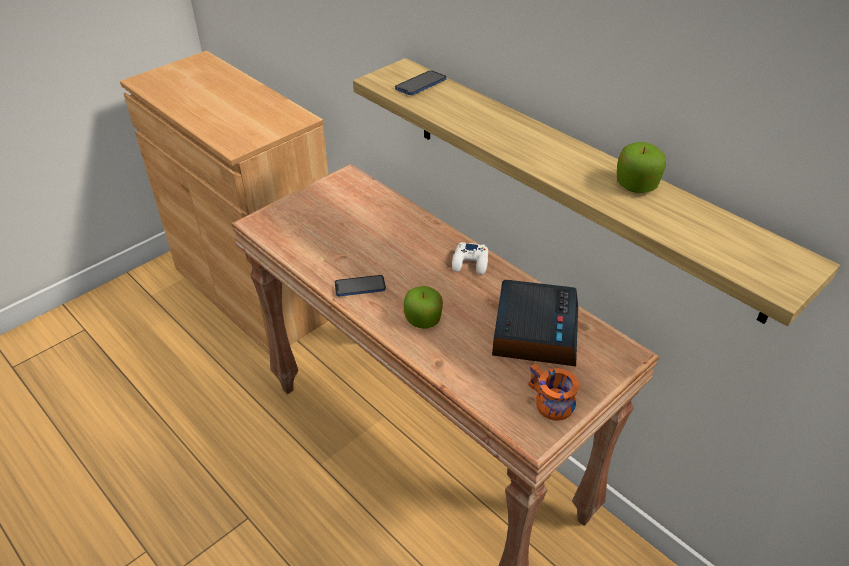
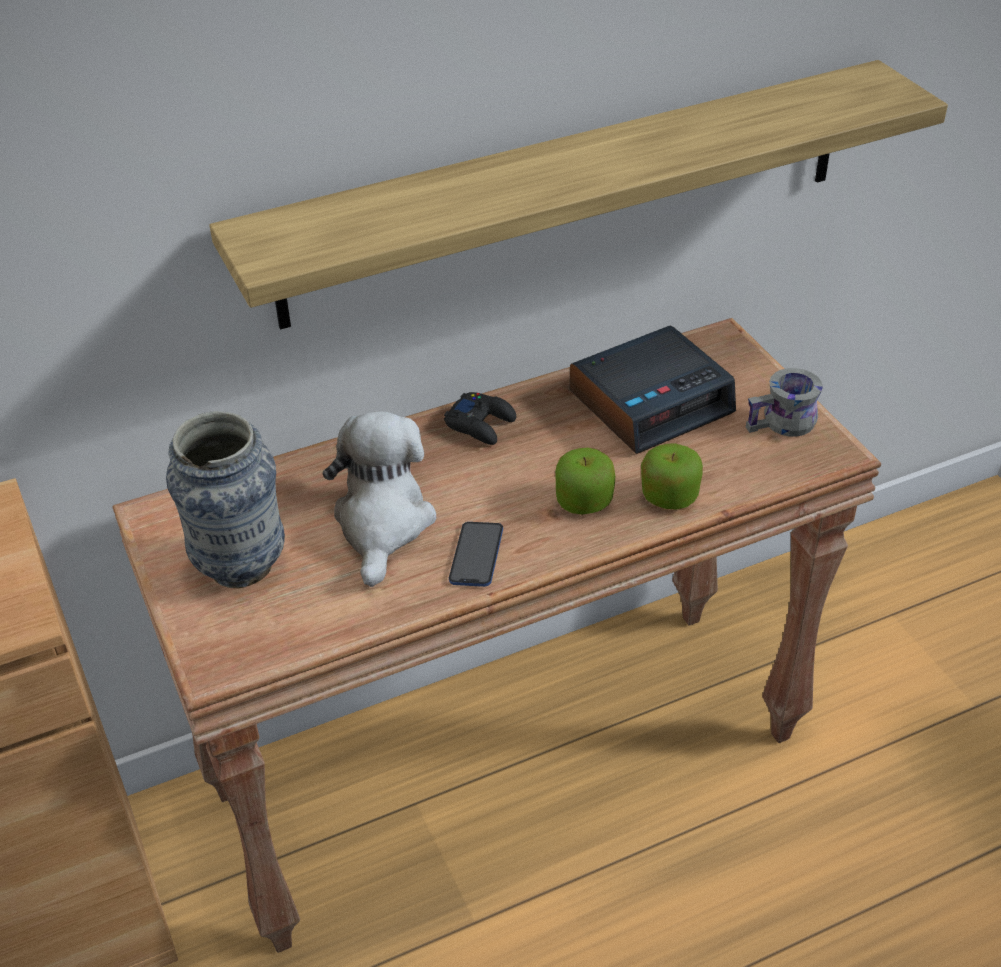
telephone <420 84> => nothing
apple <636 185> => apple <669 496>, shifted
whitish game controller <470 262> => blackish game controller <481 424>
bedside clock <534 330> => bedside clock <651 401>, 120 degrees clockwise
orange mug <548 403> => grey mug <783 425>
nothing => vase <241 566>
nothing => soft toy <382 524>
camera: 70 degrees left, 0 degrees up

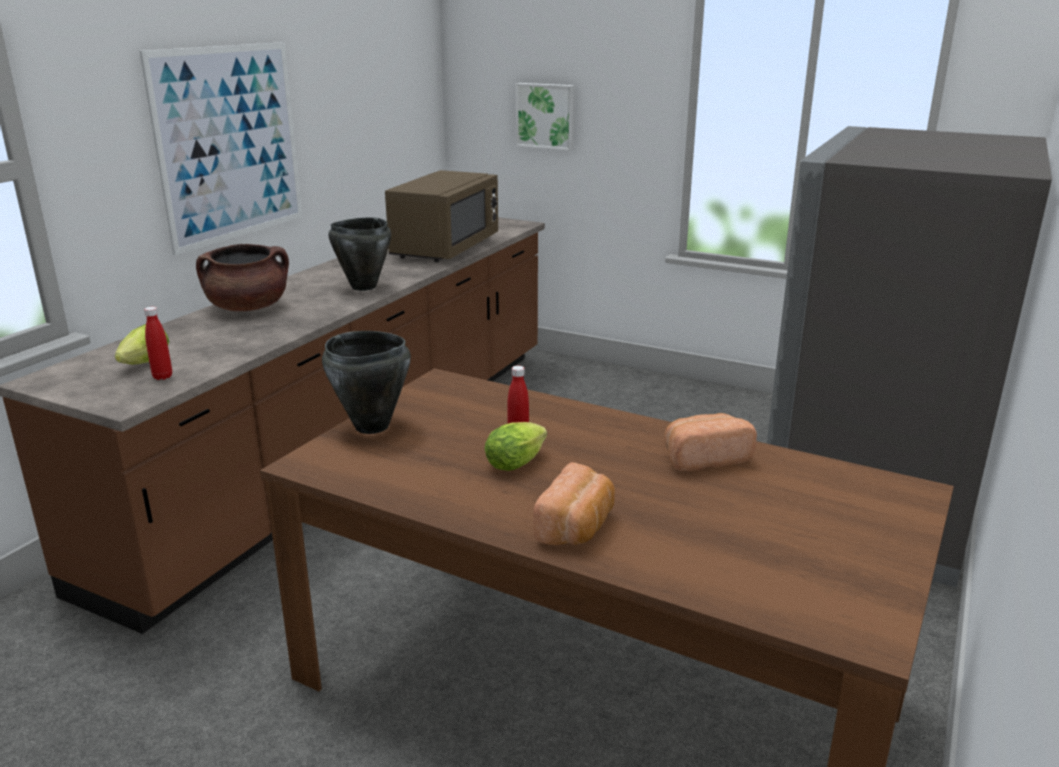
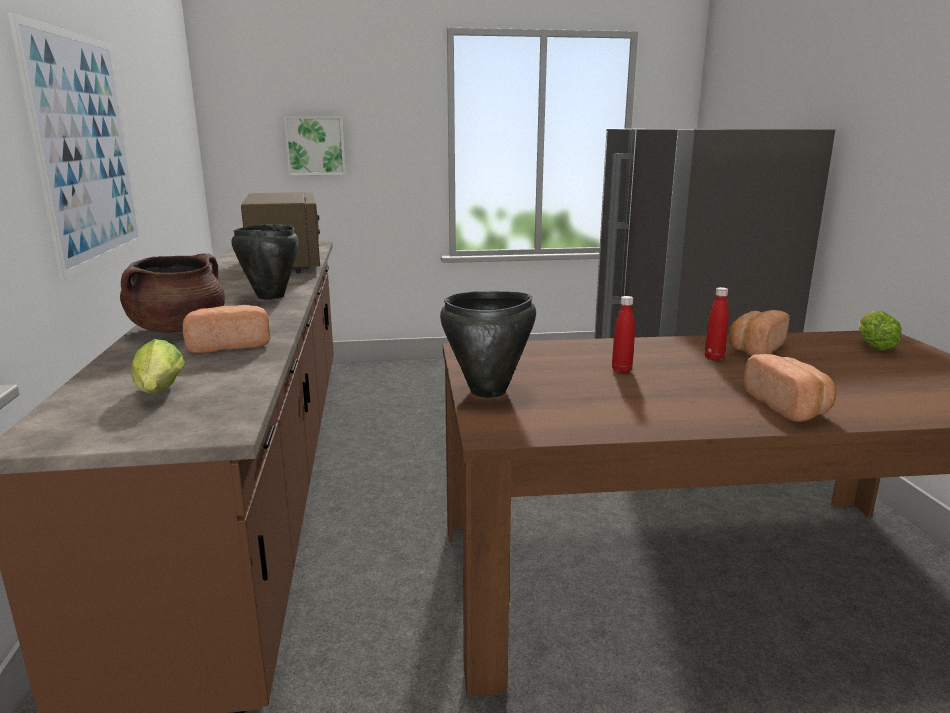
reddish beverage bottle <162 377> => reddish beverage bottle <714 358>, shifted
lettuce <518 462> => lettuce <872 345>, shifted
nothing => bakery bread <228 345>
camera: 35 degrees left, 5 degrees down

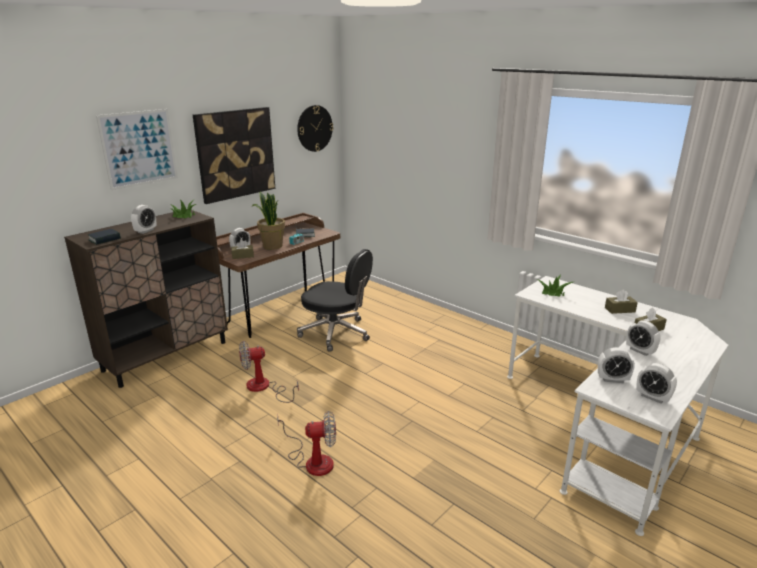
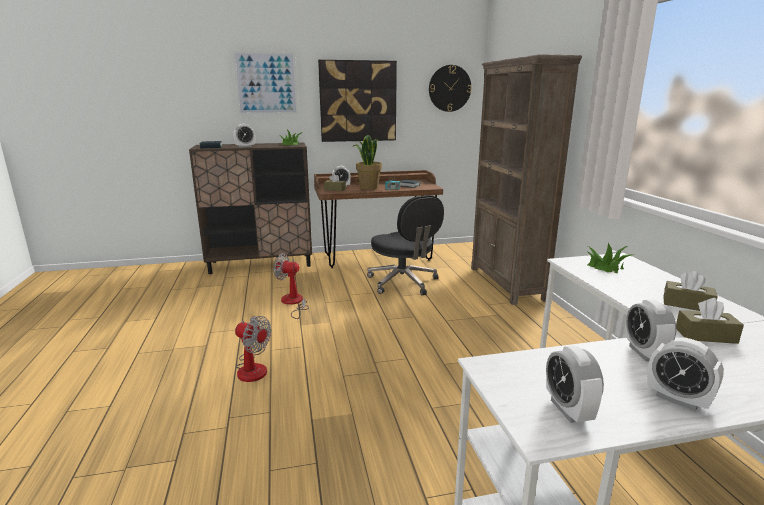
bedside clock <612 379> => bedside clock <677 399>, shifted
nothing => brownish bookcase <506 283>
camera: 35 degrees right, 5 degrees down

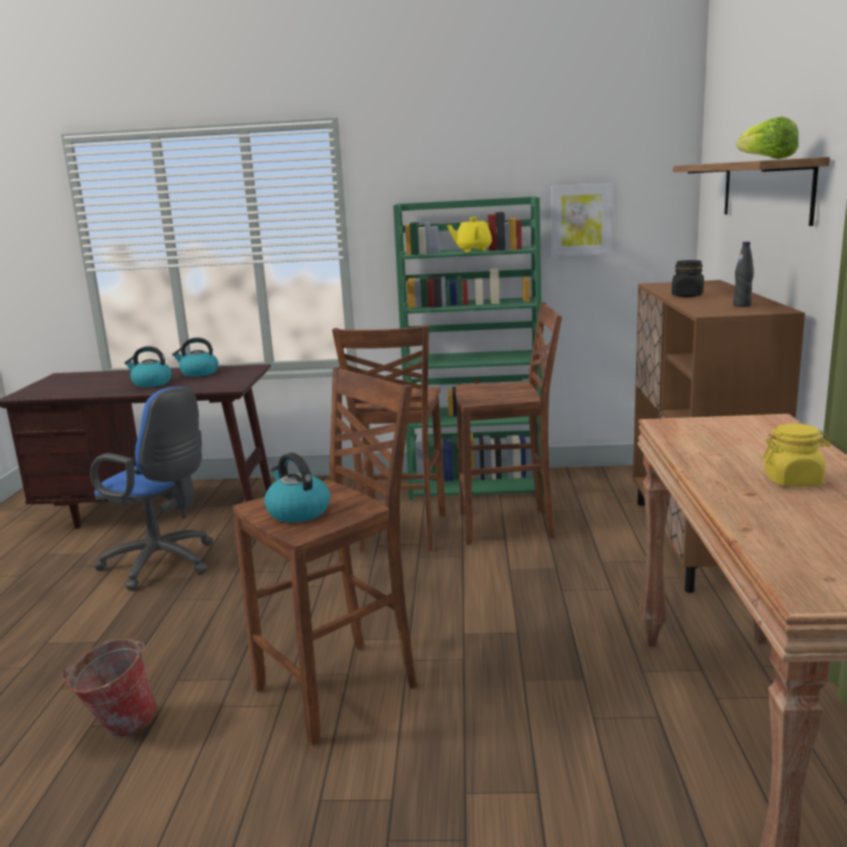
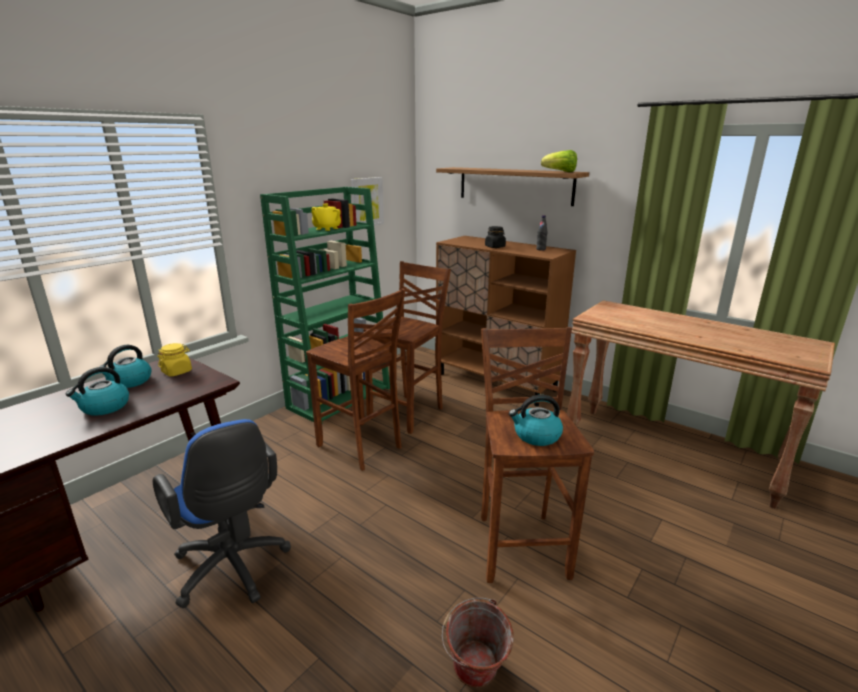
blue office chair <164 564> => blue office chair <233 570>, 75 degrees clockwise
yellowish preserve jar <793 480> => yellowish preserve jar <177 372>, shifted
camera: 55 degrees left, 5 degrees up

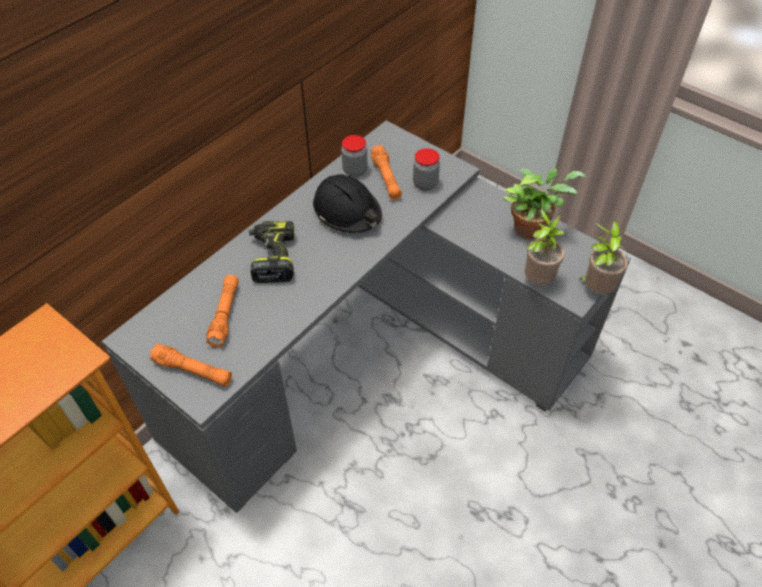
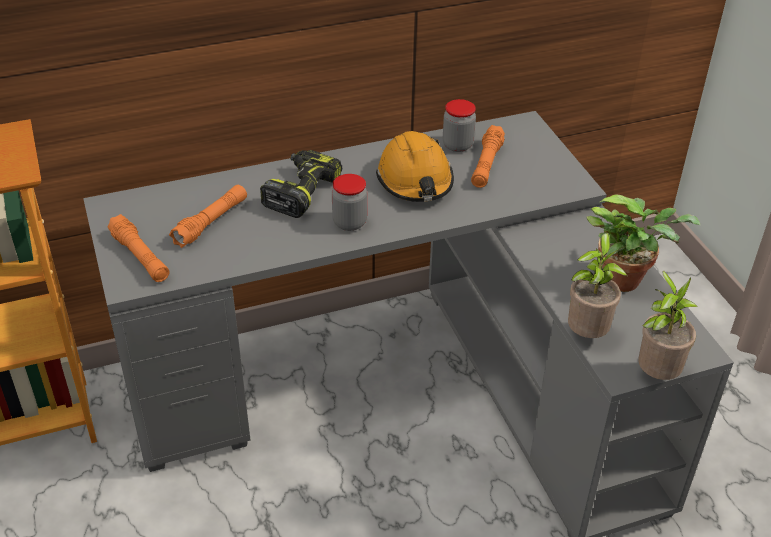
preserve jar <425 184> => preserve jar <349 222>, shifted
blackish work helmet <347 212> => orange work helmet <415 180>
camera: 30 degrees right, 10 degrees down

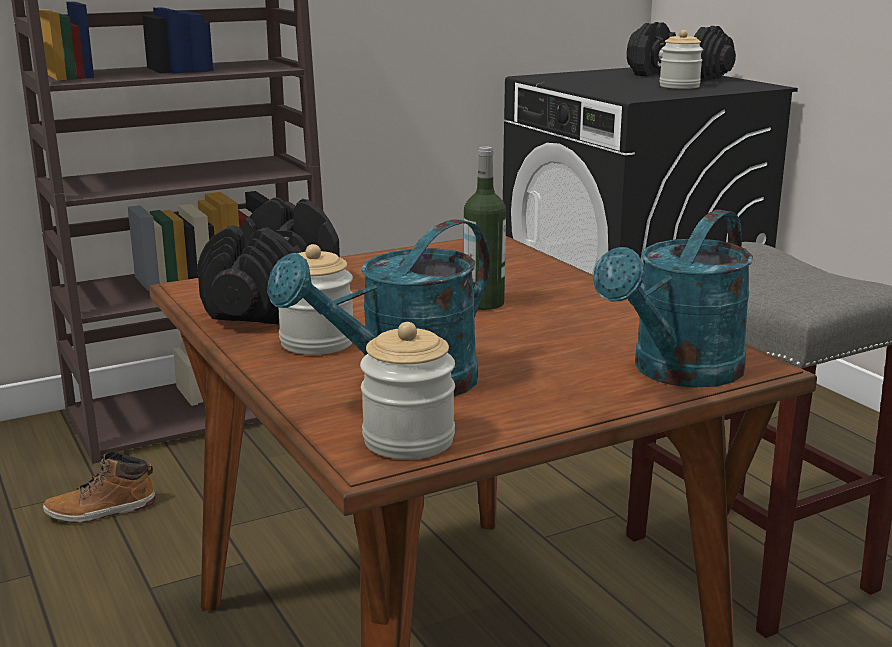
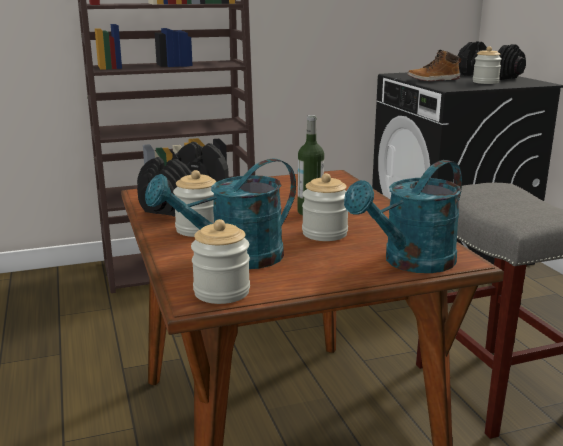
boot <101 510> => boot <433 80>, shifted
nothing => preserve jar <324 233>
camera: 10 degrees right, 0 degrees up

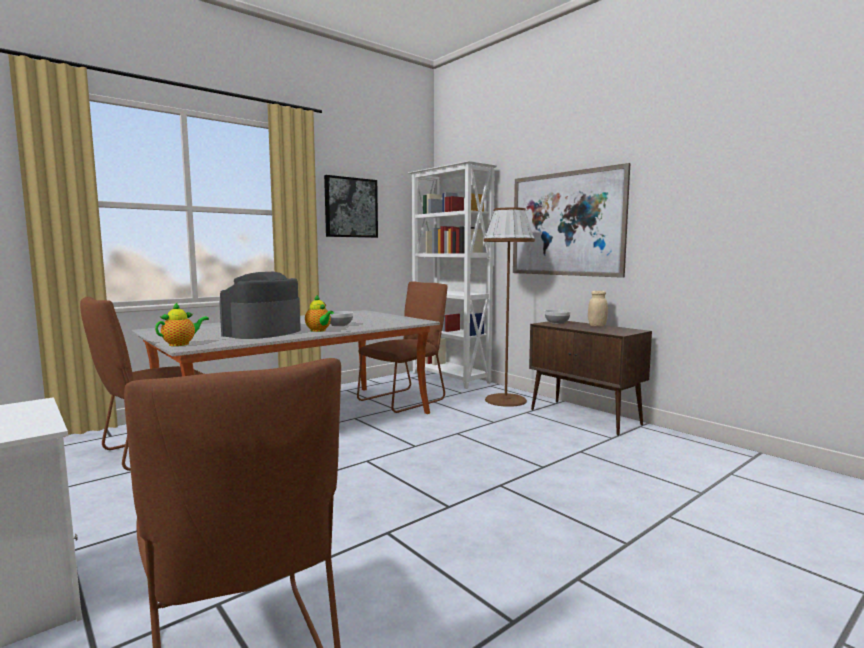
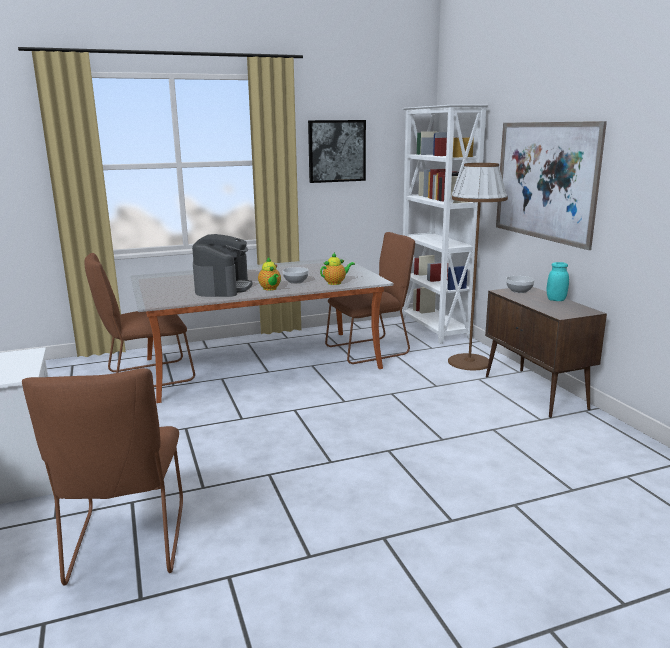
coffee brewer <262 332> => coffee brewer <223 288>, 135 degrees clockwise
beige preserve jar <597 326> => blue-green preserve jar <556 300>
tea pot <181 344> => tea pot <336 283>, shifted
camera: 20 degrees right, 10 degrees up

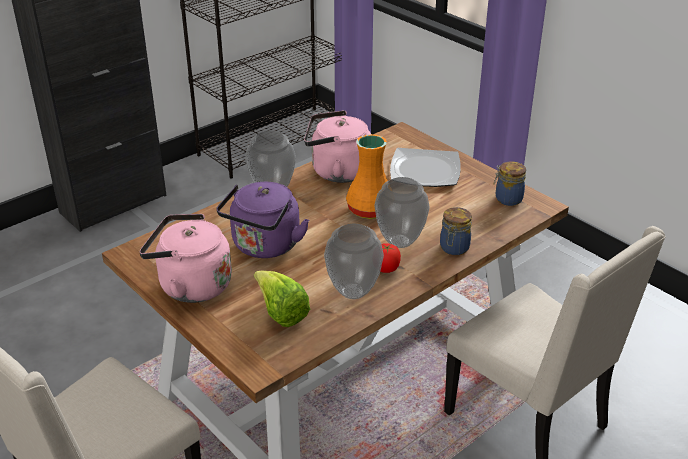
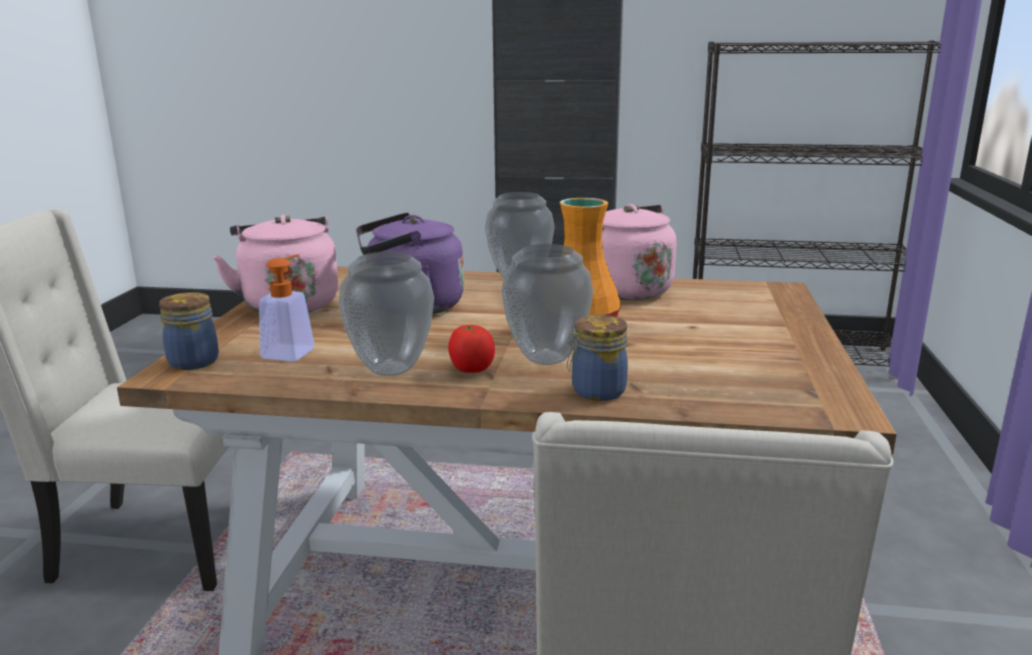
flat dish <424 171> => nothing
preserve jar <507 199> => preserve jar <194 361>, shifted
lettuce <281 313> => soap bottle <292 350>
camera: 50 degrees right, 15 degrees down

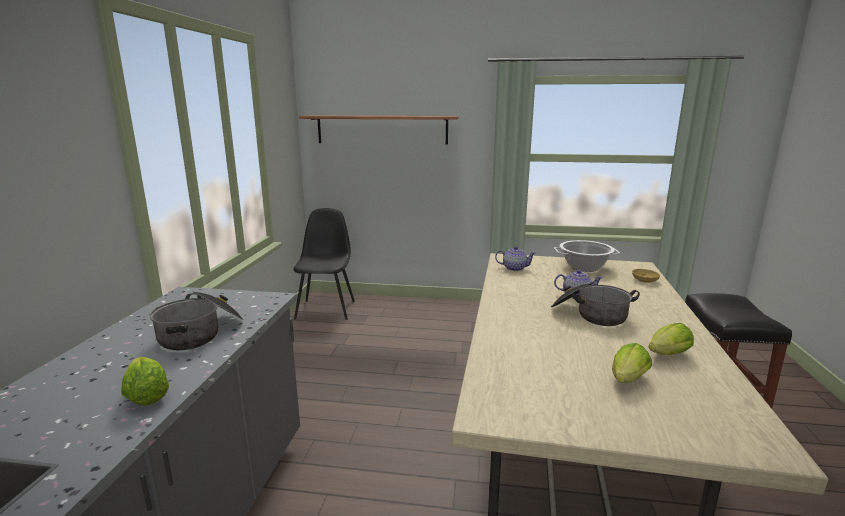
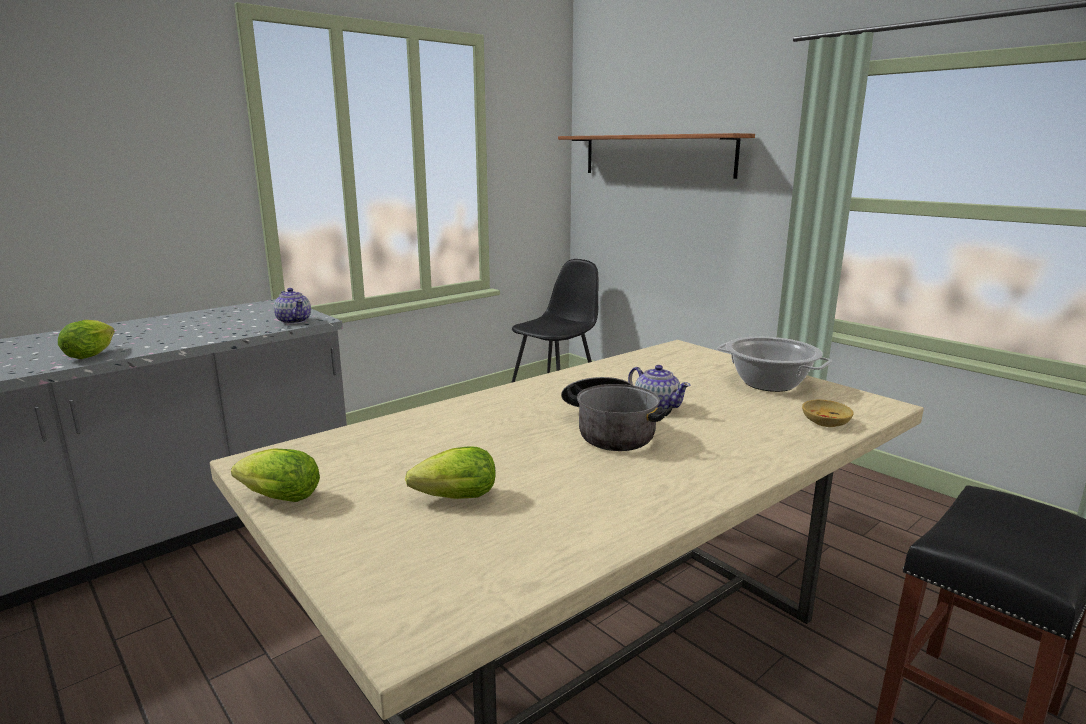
tea pot <514 268> => tea pot <294 321>, shifted
cooking pot <201 333> => nothing
lettuce <666 355> => lettuce <276 498>, shifted
camera: 40 degrees right, 0 degrees up

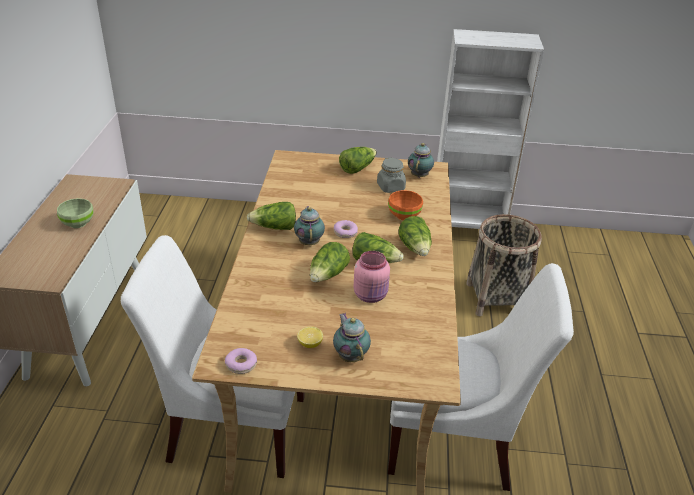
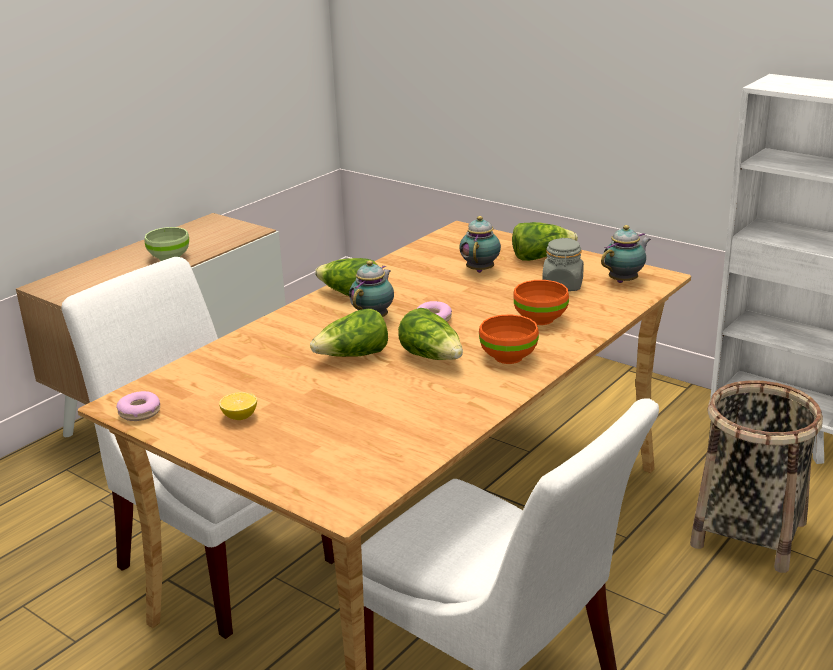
lettuce <415 248> => orange deep dish <509 357>
pinkish preserve jar <371 295> => nothing
tea pot <350 356> => tea pot <481 269>, shifted
camera: 35 degrees right, 10 degrees down

